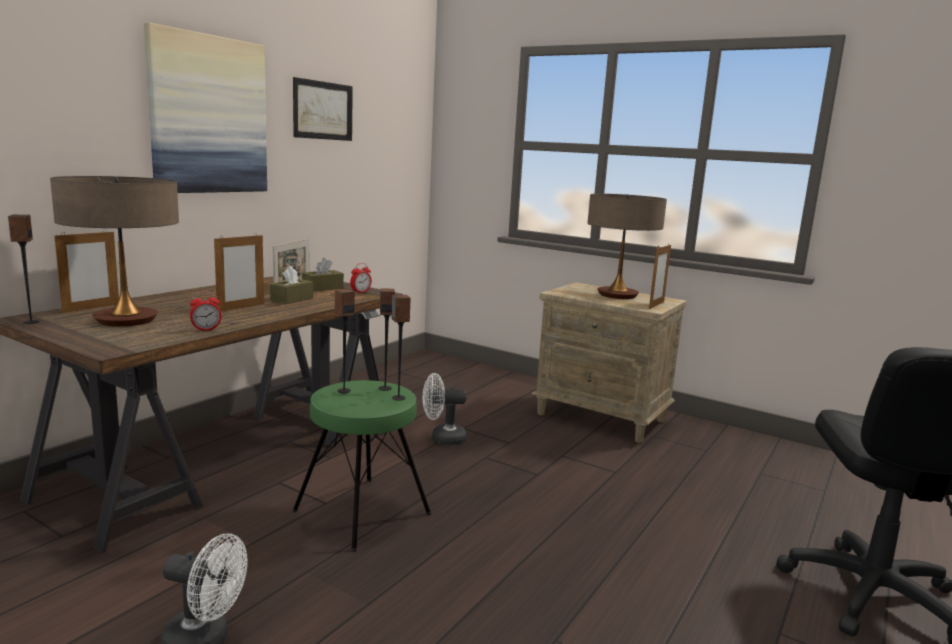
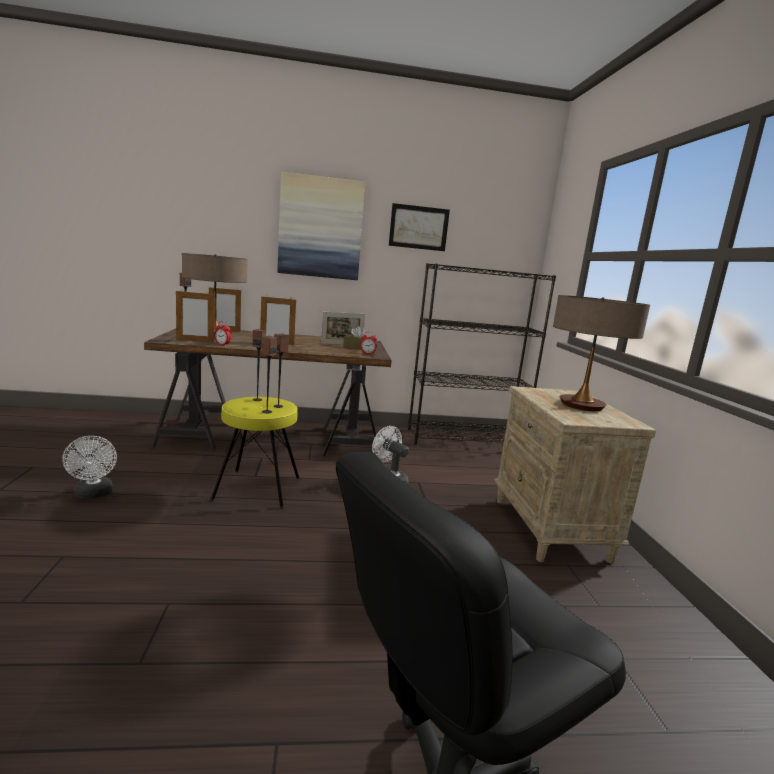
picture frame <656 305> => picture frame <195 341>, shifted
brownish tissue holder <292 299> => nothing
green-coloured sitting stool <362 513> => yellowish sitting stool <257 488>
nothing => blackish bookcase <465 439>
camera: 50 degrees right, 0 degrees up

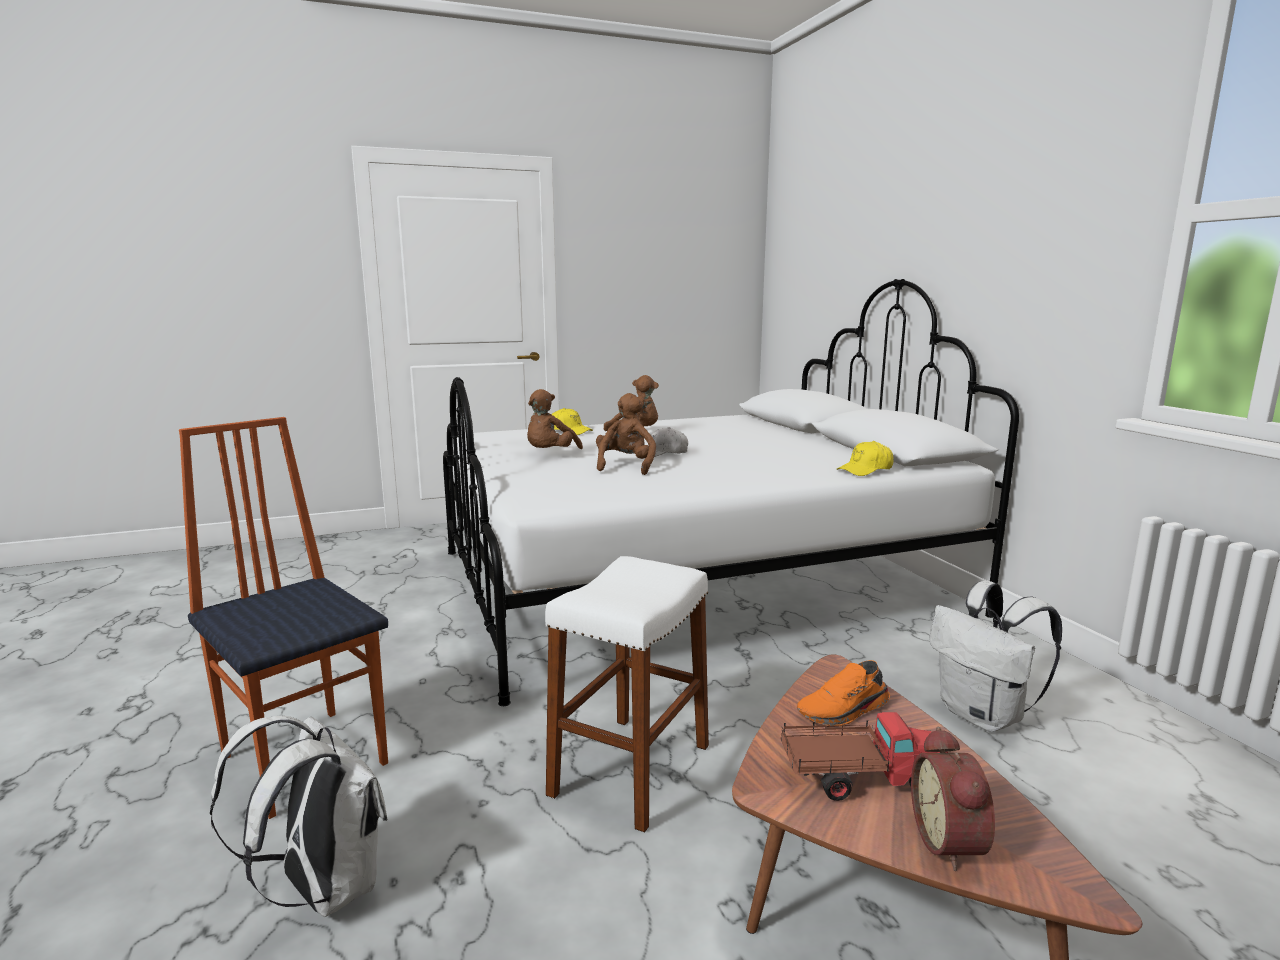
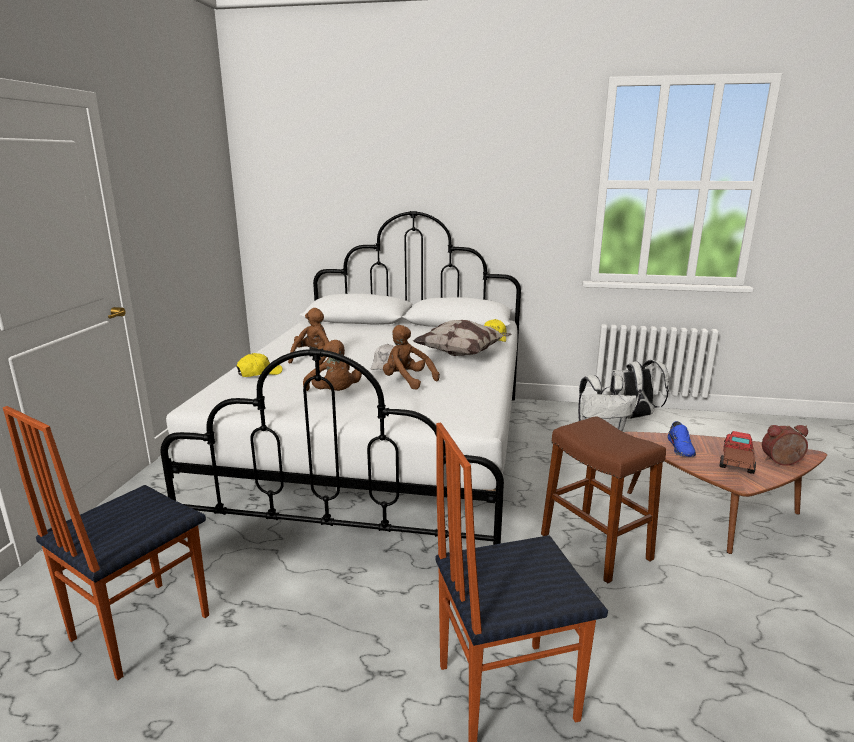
whitish sitting stool <631 770> => brownish sitting stool <595 546>
orange shoe <844 711> => blue shoe <681 448>
whitish knapsack <322 888> => whitish knapsack <634 416>, shifted
bedside clock <951 842> => bedside clock <782 462>, 150 degrees clockwise
nothing => throw pillow <463 354>
nothing => plain chair <138 627>
camera: 60 degrees left, 5 degrees up

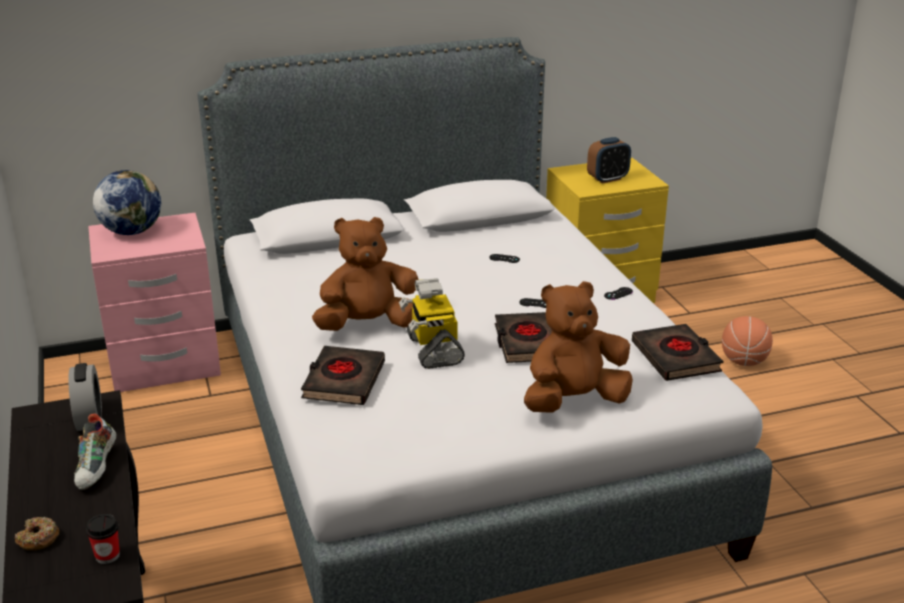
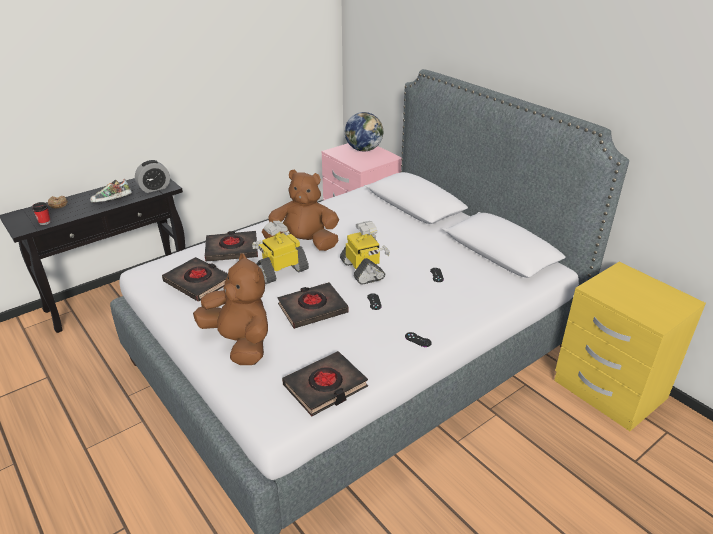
bedside clock <607 179> => nothing
brownish soft toy <368 325> => brownish soft toy <304 243>, 45 degrees counterclockwise
basketball ball <743 361> => nothing
nothing => toy robot <363 270>
nothing => blackish bound book <198 282>
camera: 70 degrees right, 5 degrees up

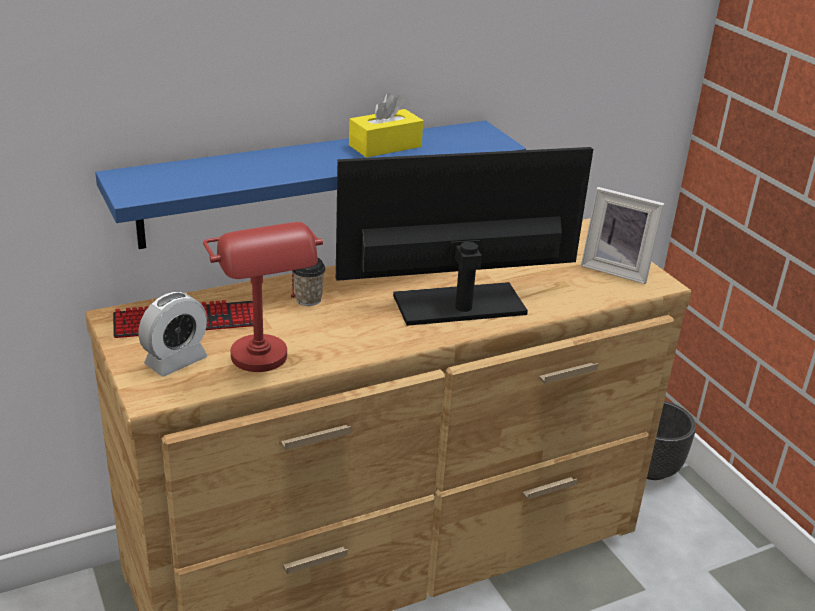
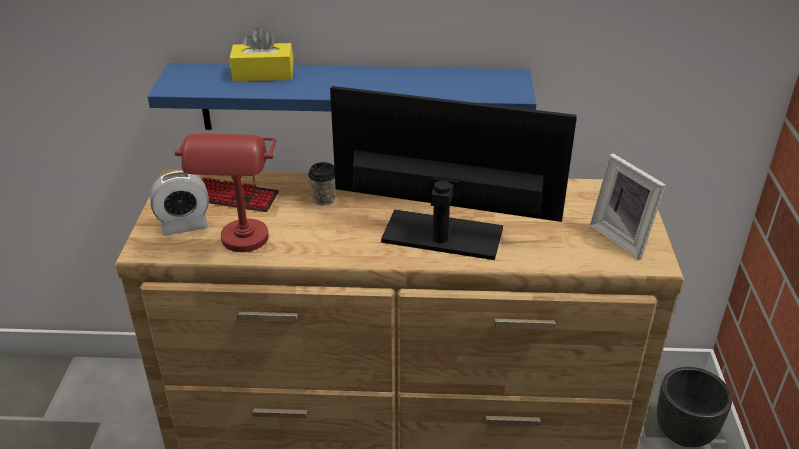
yellowish tissue holder <385 146> => yellowish tissue holder <263 74>, shifted
camera: 30 degrees right, 5 degrees up

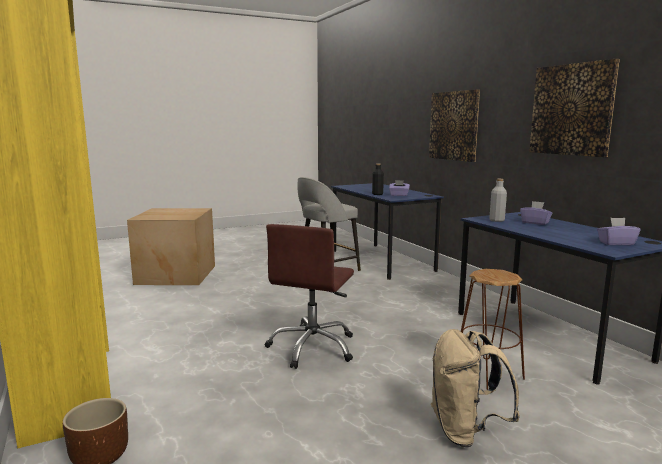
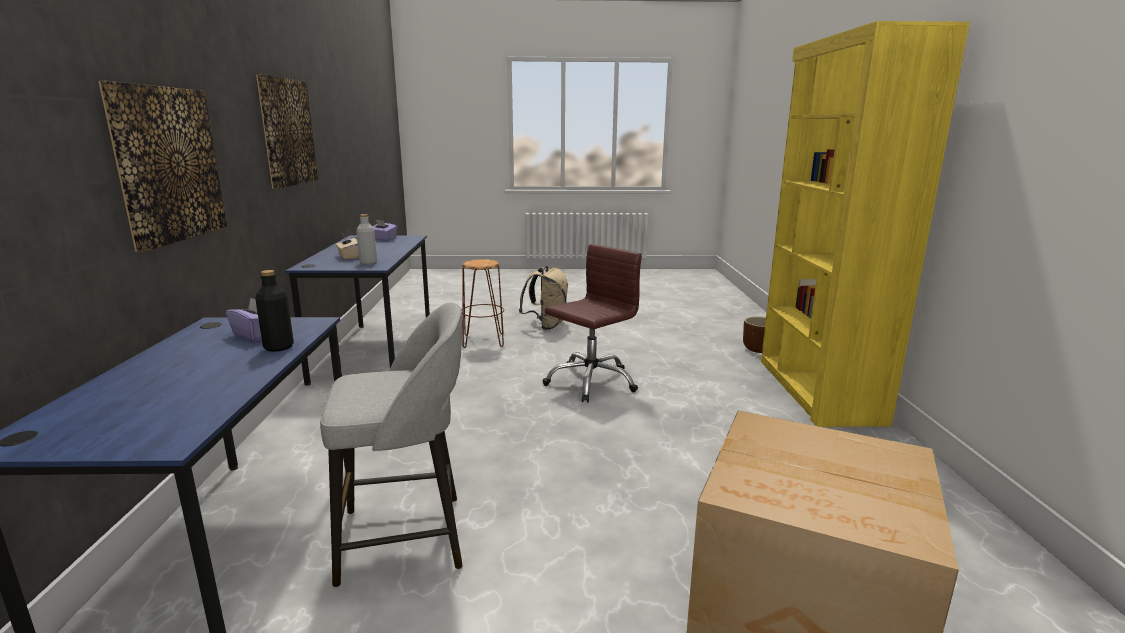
purple-coloured tissue holder <535 222> => beige tissue holder <348 257>
camera: 155 degrees left, 5 degrees up

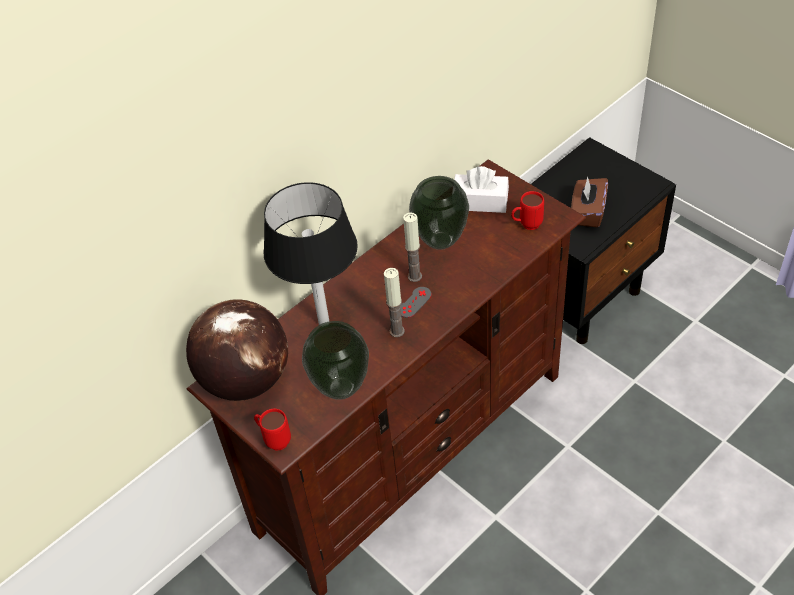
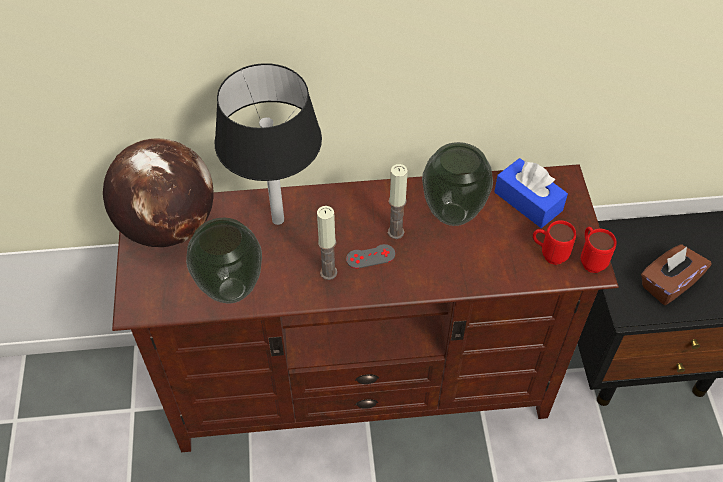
whitish tissue holder <480 201> => blue tissue holder <528 201>
reddish mug <274 440> => reddish mug <590 260>, shifted
camera: 35 degrees right, 5 degrees up

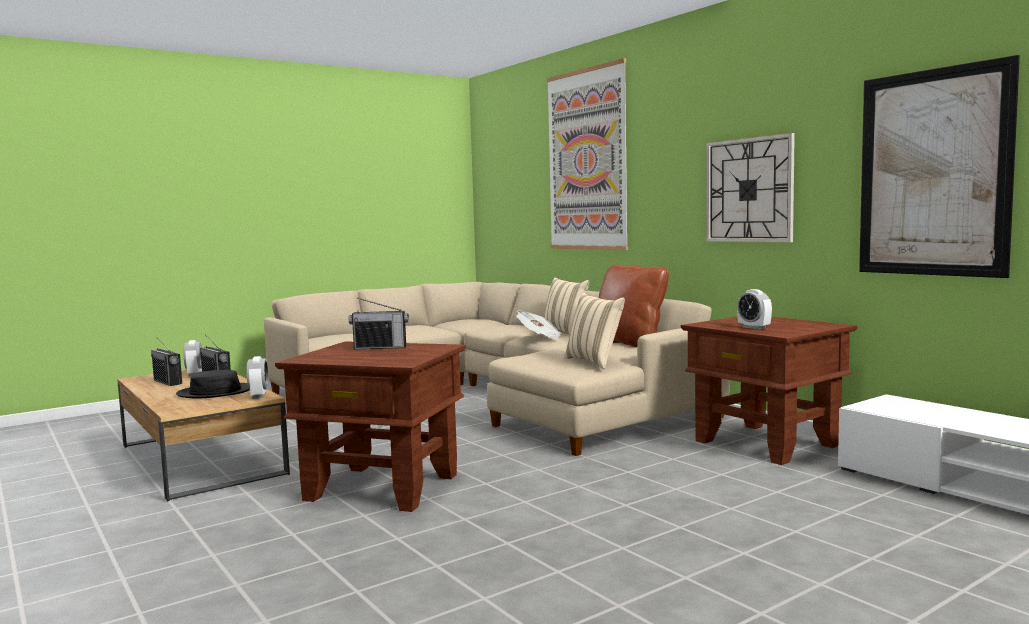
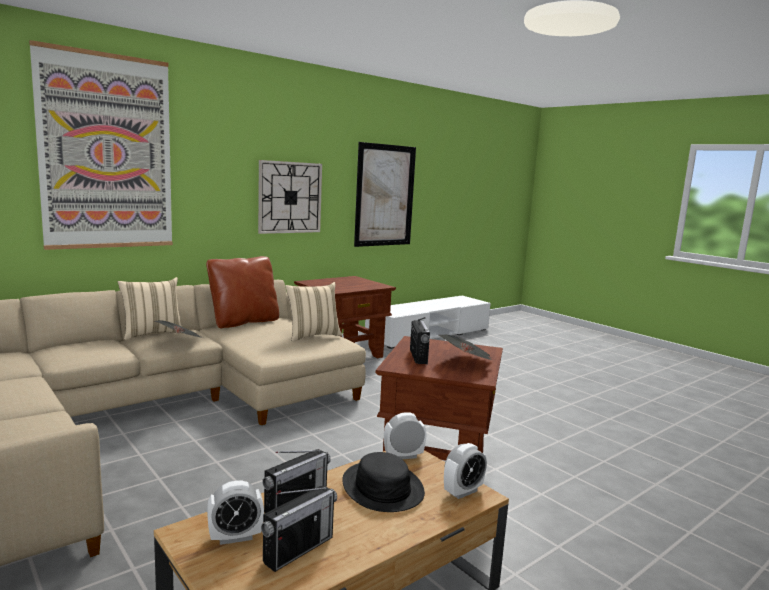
bedside clock <754 327> => bedside clock <463 492>, shifted
nothing => daily paper <466 362>
camera: 95 degrees left, 5 degrees up

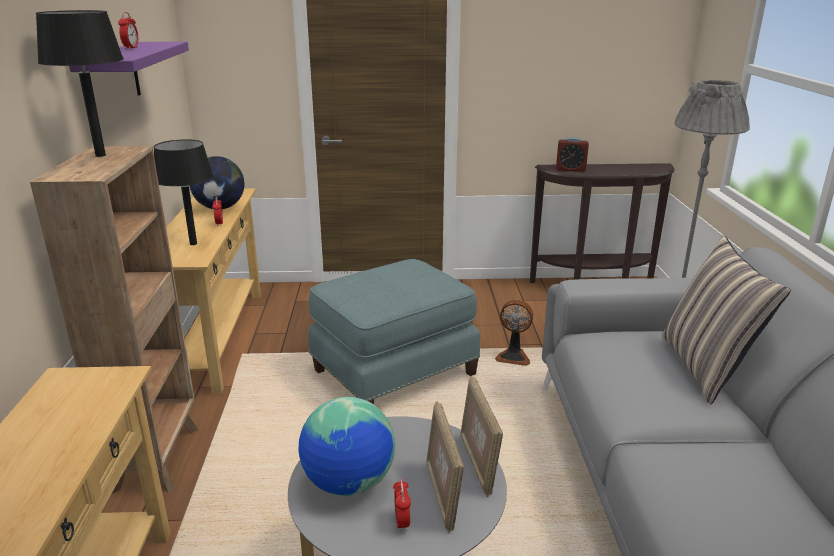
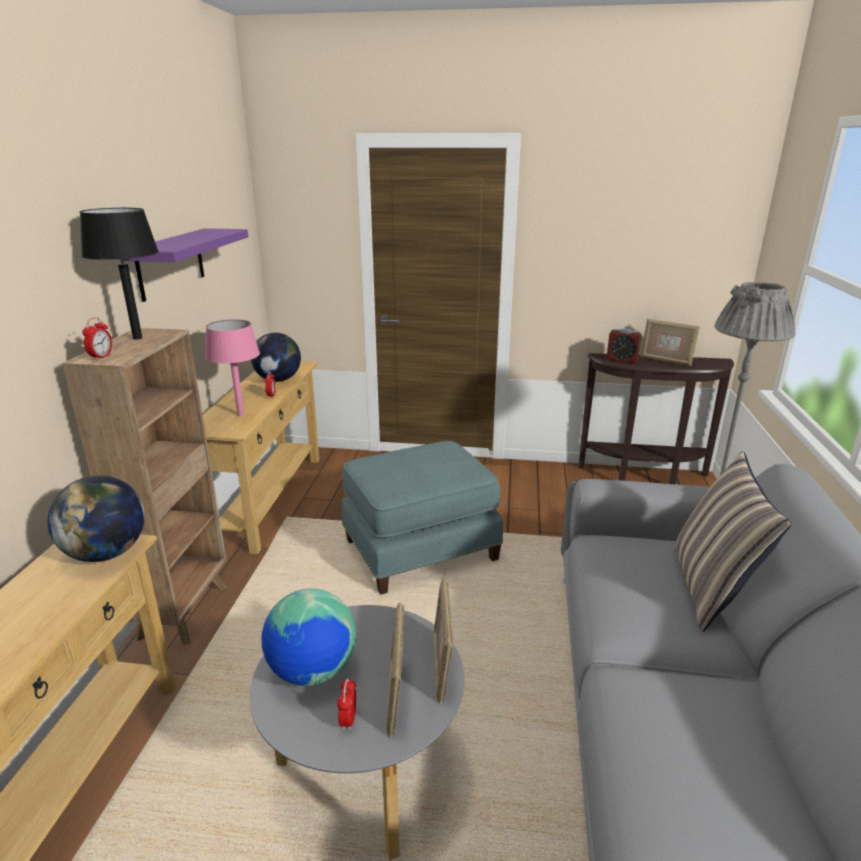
bedside clock <131 48> => bedside clock <101 357>, shifted
blackish table lamp <193 243> => pinkish table lamp <241 415>
electric fan <513 356> => nothing
nothing => picture frame <665 361>
nothing => globe <107 553>
camera: 10 degrees right, 0 degrees up

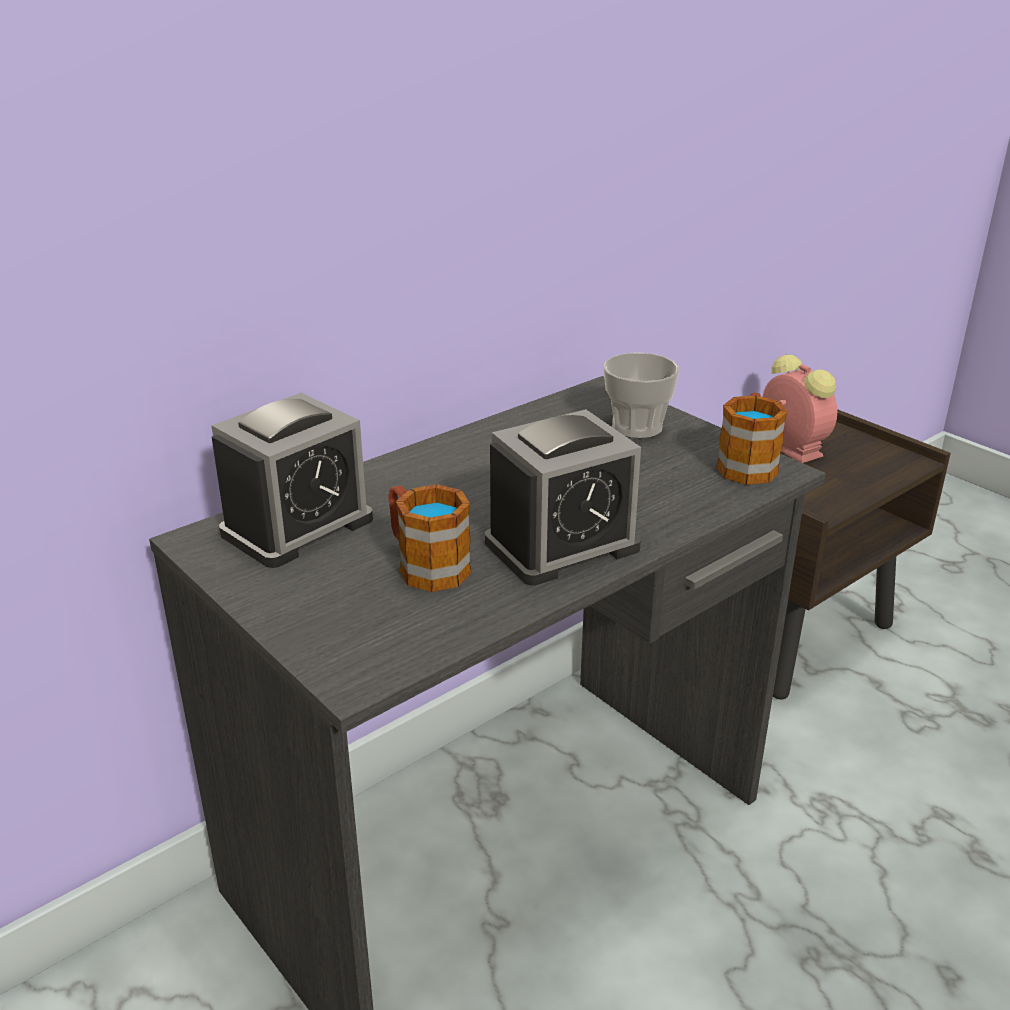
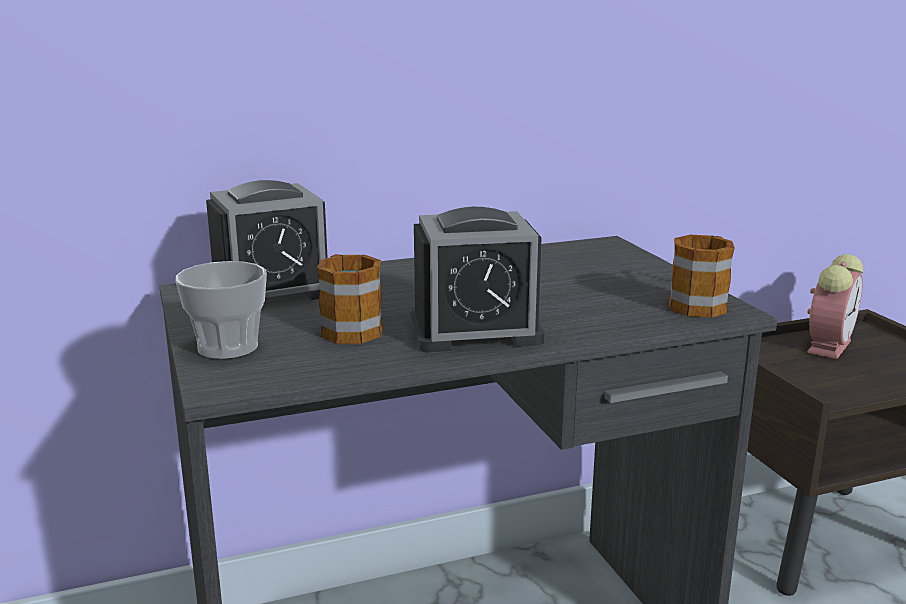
drinking cup <637 427> => drinking cup <228 347>, shifted
bedside clock <789 447> => bedside clock <828 345>, 45 degrees clockwise
camera: 20 degrees right, 10 degrees down

